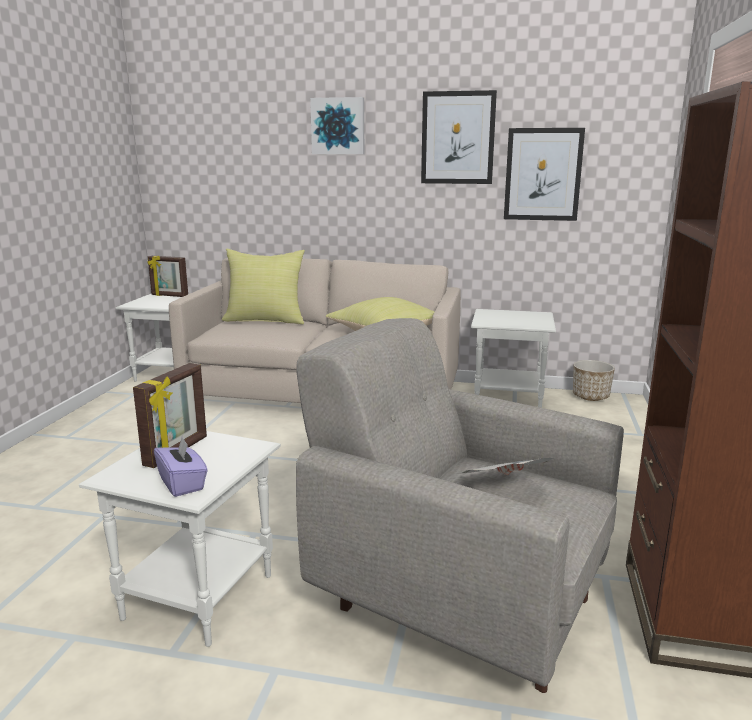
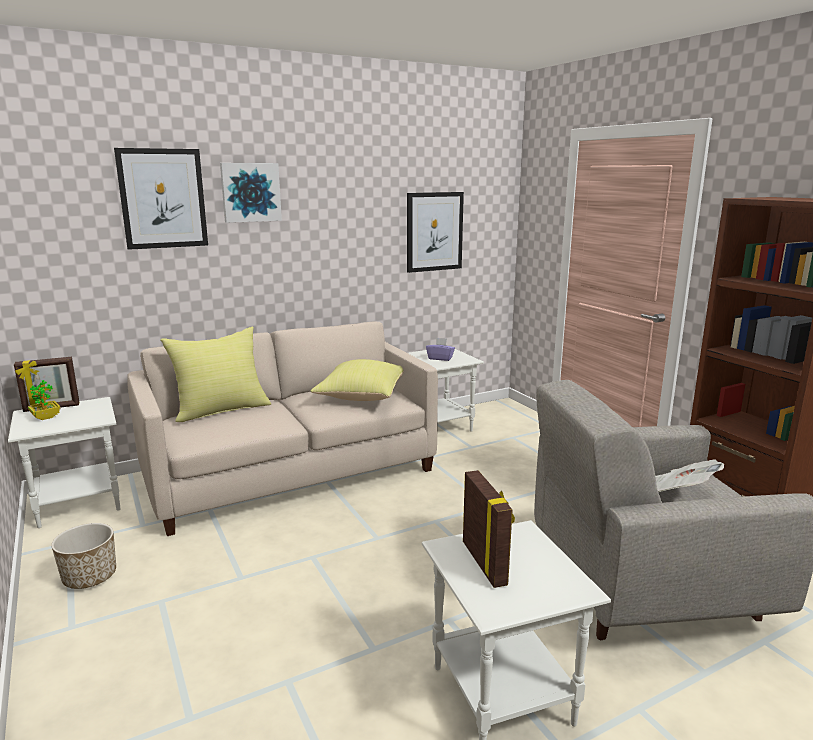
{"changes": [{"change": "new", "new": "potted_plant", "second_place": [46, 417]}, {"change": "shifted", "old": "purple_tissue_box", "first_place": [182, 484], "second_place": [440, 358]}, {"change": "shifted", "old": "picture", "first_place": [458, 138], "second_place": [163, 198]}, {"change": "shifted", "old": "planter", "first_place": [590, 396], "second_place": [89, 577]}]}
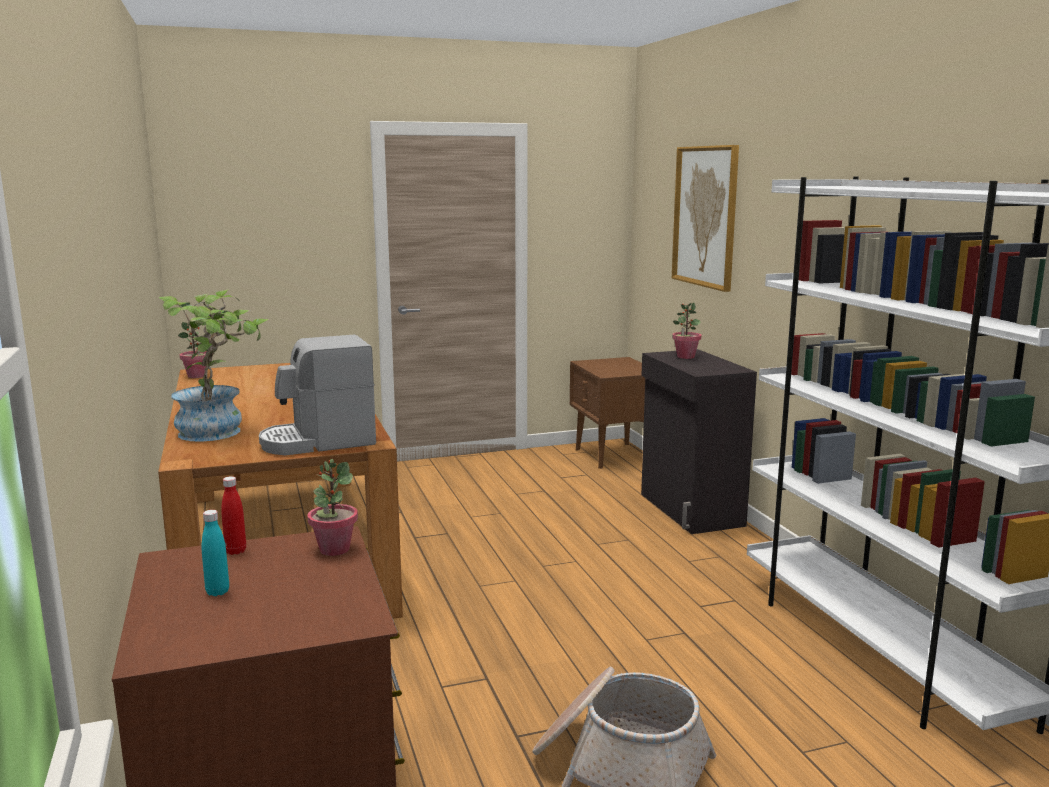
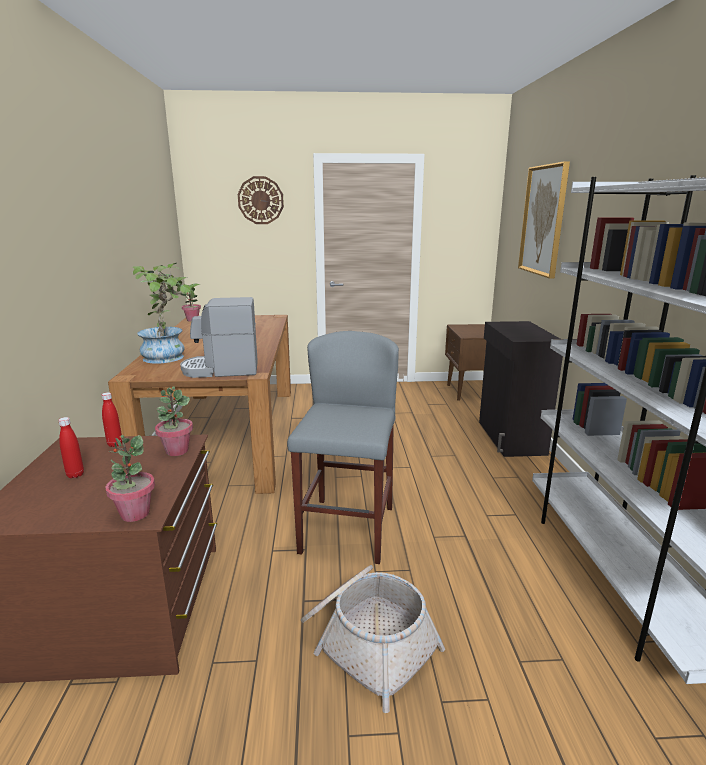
{"changes": [{"change": "new", "new": "wall_clock", "second_place": [260, 200]}, {"change": "new", "new": "grey_stool", "second_place": [347, 529]}, {"change": "shifted", "old": "potted_plant", "first_place": [685, 357], "second_place": [135, 514]}, {"change": "repainted", "old": "turquoise_bottle", "new": "red_bottle", "first_place": [217, 592], "second_place": [75, 475]}]}
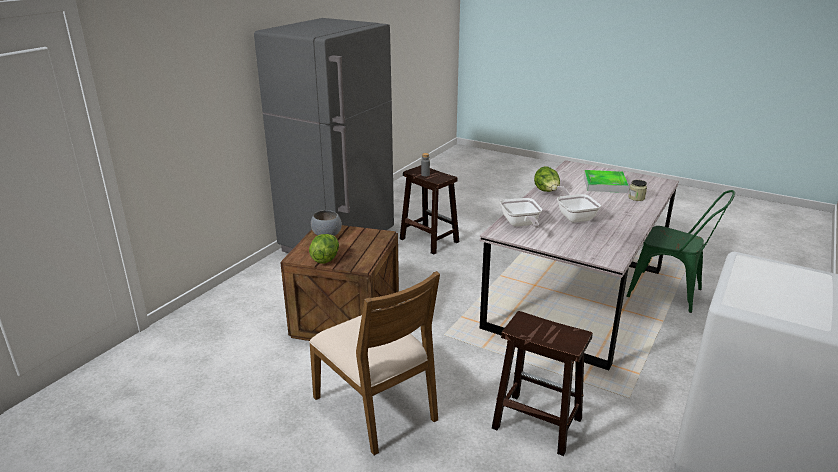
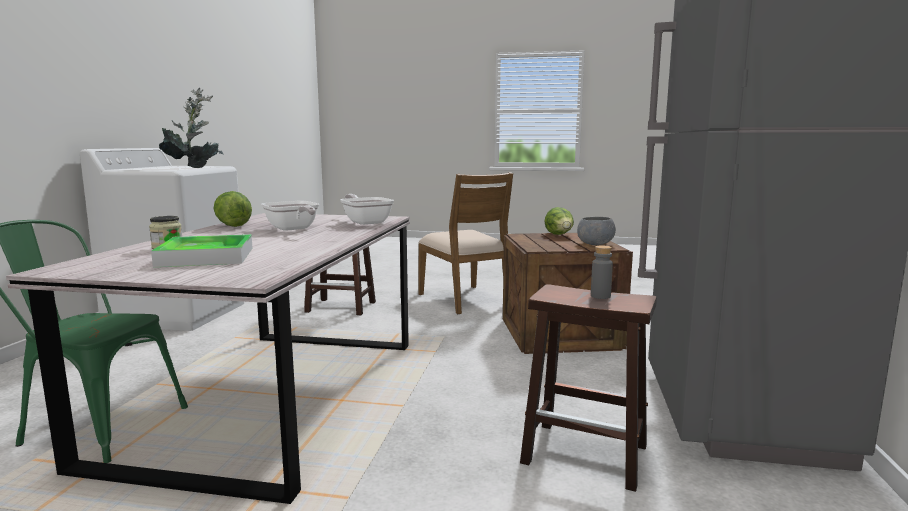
{"changes": [{"change": "new", "new": "potted_plant", "second_place": [195, 167]}, {"change": "shifted", "old": "lettuce", "first_place": [547, 191], "second_place": [233, 225]}, {"change": "rotated", "old": "brown_chair", "first_place": [377, 408], "second_place": [465, 299], "degrees": -150}]}
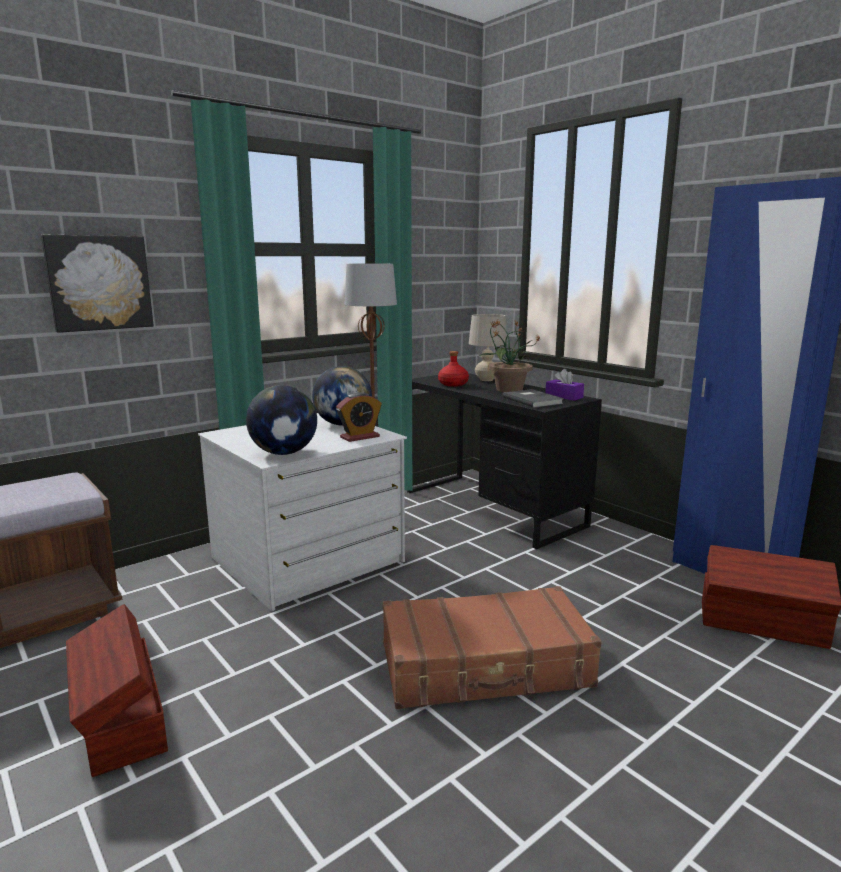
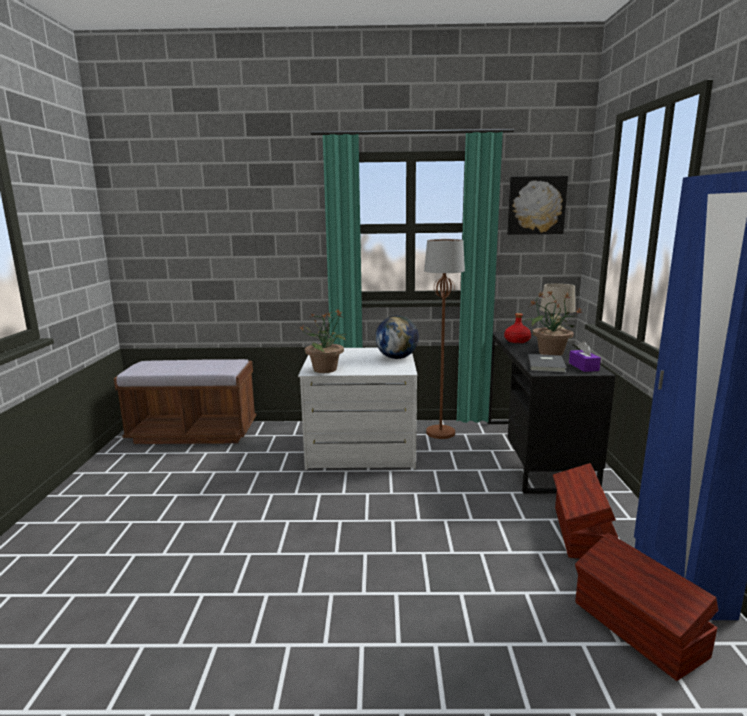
{"changes": [{"change": "gone", "old": "alarm_clock", "first_place": [359, 437]}, {"change": "gone", "old": "brown_suitcase", "first_place": [485, 666]}, {"change": "shifted", "old": "picture", "first_place": [99, 283], "second_place": [536, 205]}, {"change": "shifted", "old": "brown_storage_box", "first_place": [120, 720], "second_place": [580, 533]}, {"change": "swapped", "old": "globe", "new": "potted_plant", "first_place": [284, 453], "second_place": [326, 369]}]}
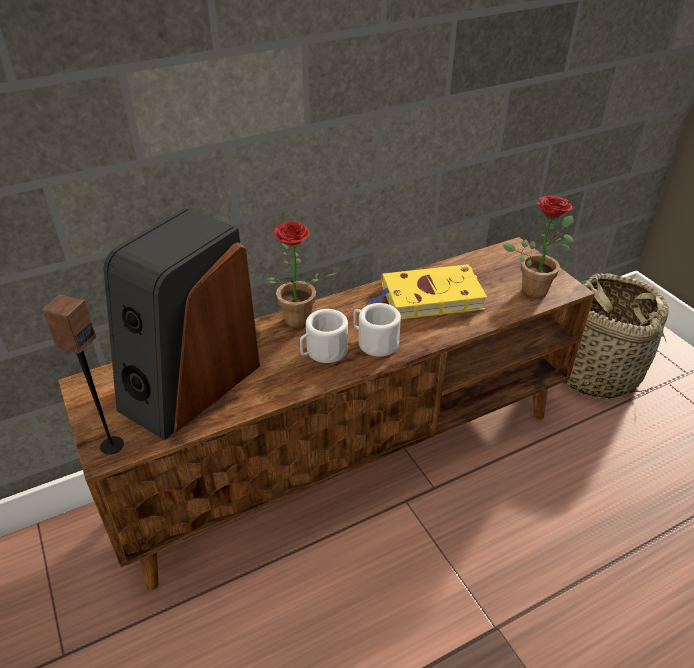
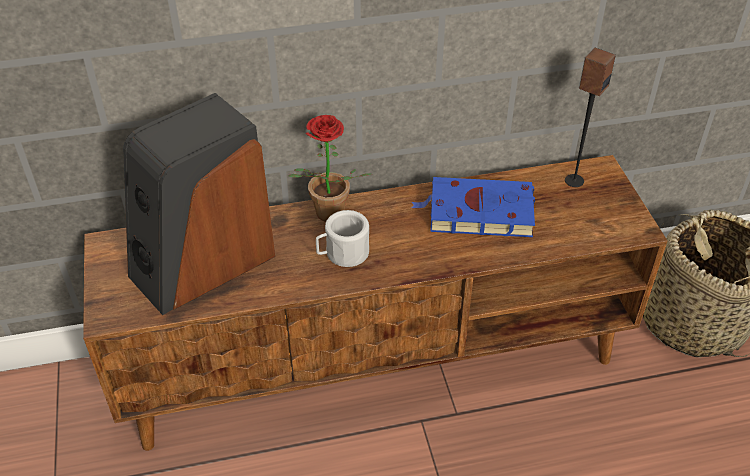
{"changes": [{"change": "gone", "old": "white_mug", "first_place": [374, 342]}, {"change": "gone", "old": "potted_plant", "first_place": [535, 288]}, {"change": "shifted", "old": "speaker", "first_place": [111, 445], "second_place": [573, 180]}, {"change": "repainted", "old": "yellow_book", "new": "blue_book", "first_place": [429, 298], "second_place": [477, 212]}]}
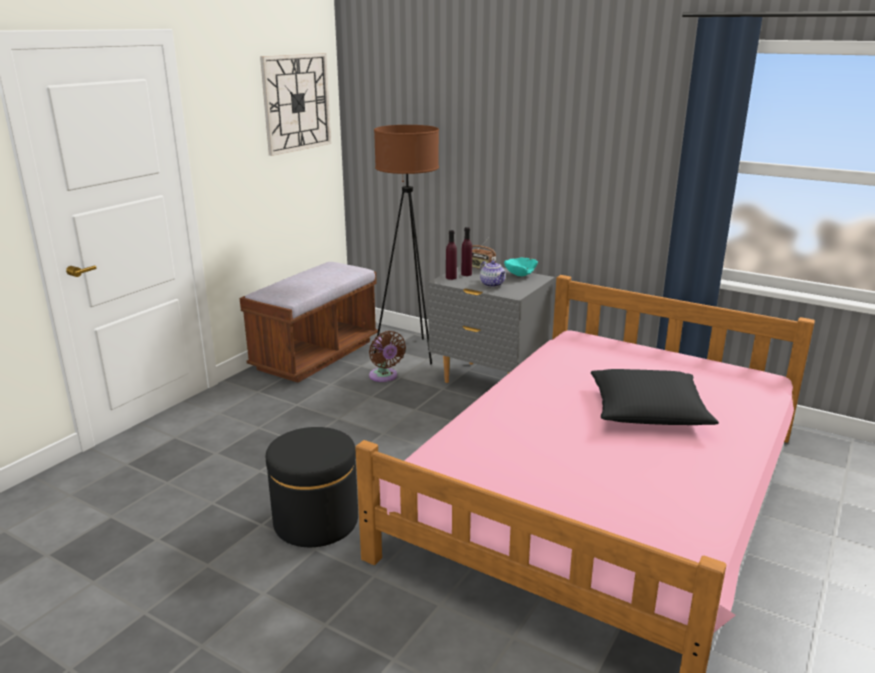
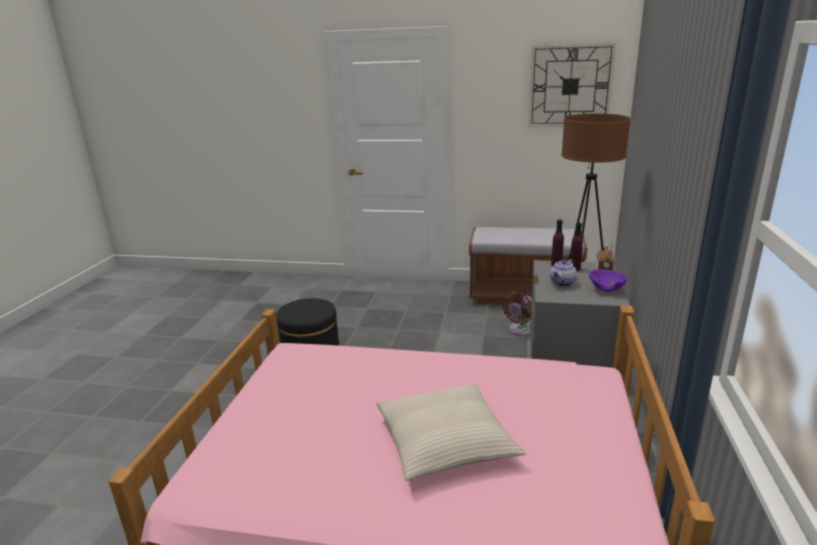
{"changes": [{"change": "repainted", "old": "turquoise_bowl", "new": "purple_bowl", "first_place": [519, 275], "second_place": [607, 289]}, {"change": "repainted", "old": "black_pillow", "new": "beige_pillow", "first_place": [647, 410], "second_place": [445, 441]}]}
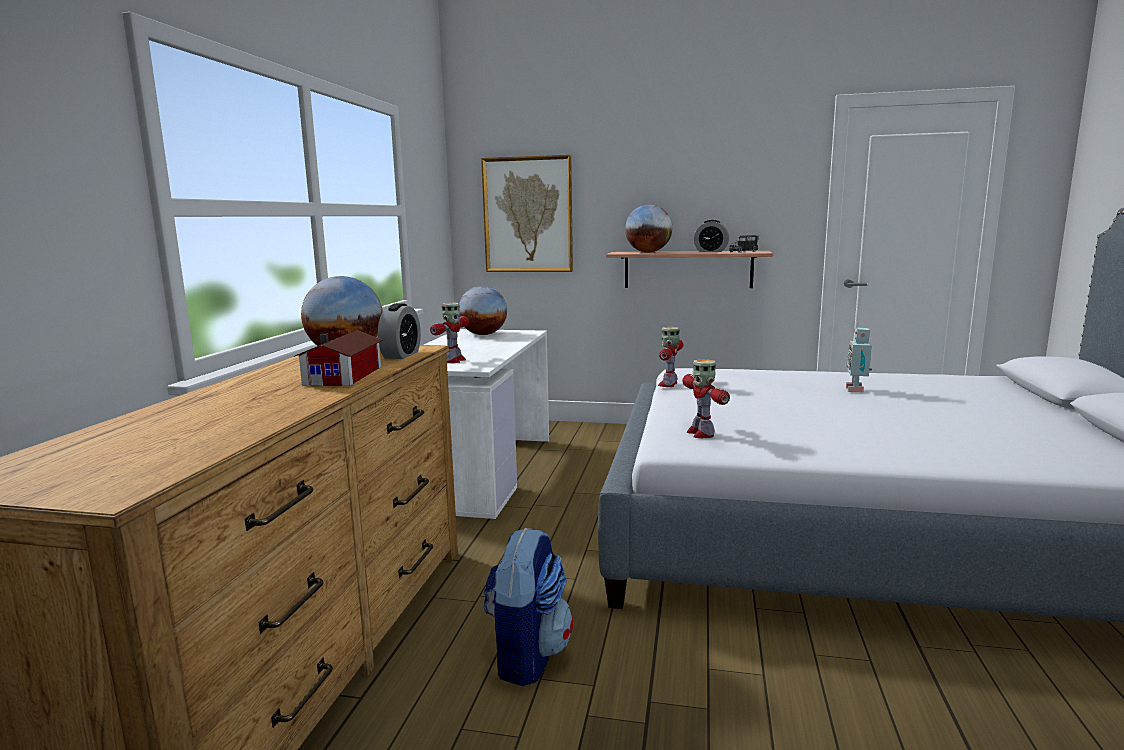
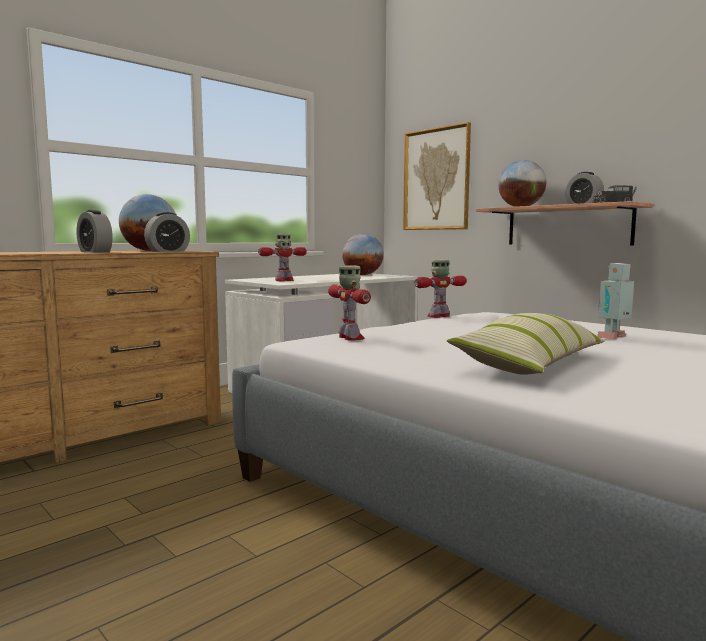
{"changes": [{"change": "gone", "old": "backpack", "first_place": [527, 655]}, {"change": "new", "new": "pillow", "second_place": [530, 363]}, {"change": "swapped", "old": "toy_house", "new": "alarm_clock", "first_place": [346, 375], "second_place": [95, 252]}, {"change": "rotated", "old": "toy_robot", "first_place": [701, 433], "second_place": [350, 338], "degrees": 135}]}
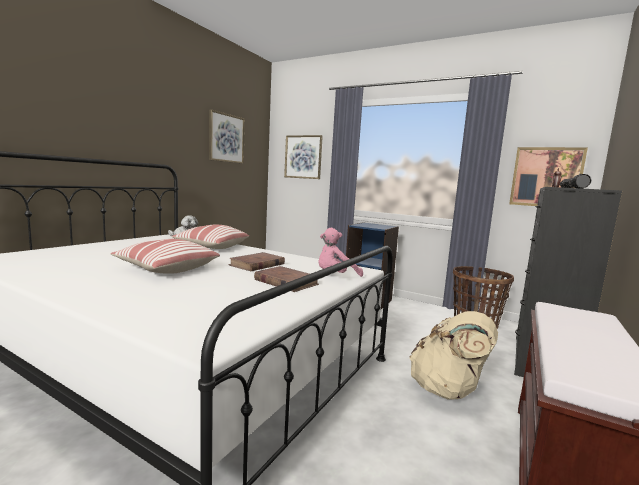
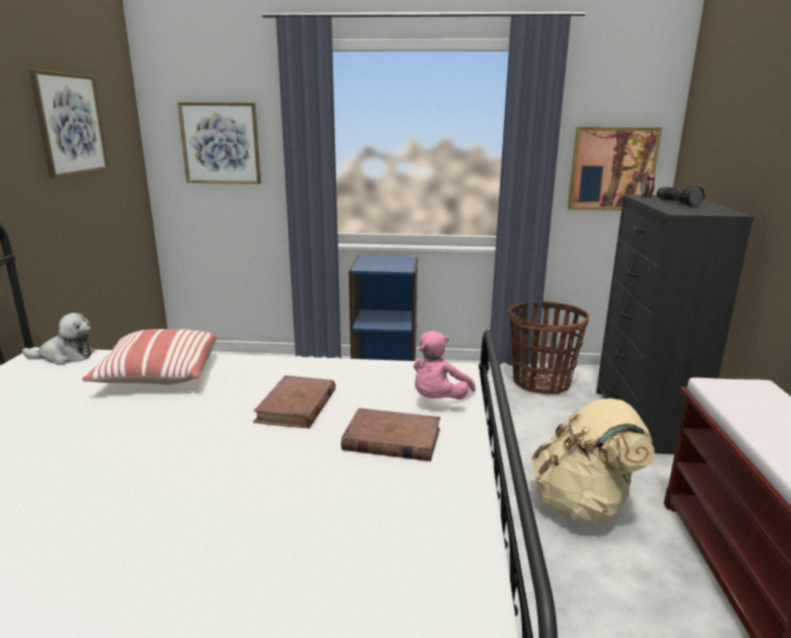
{"changes": [{"change": "gone", "old": "pillow", "first_place": [166, 269]}]}
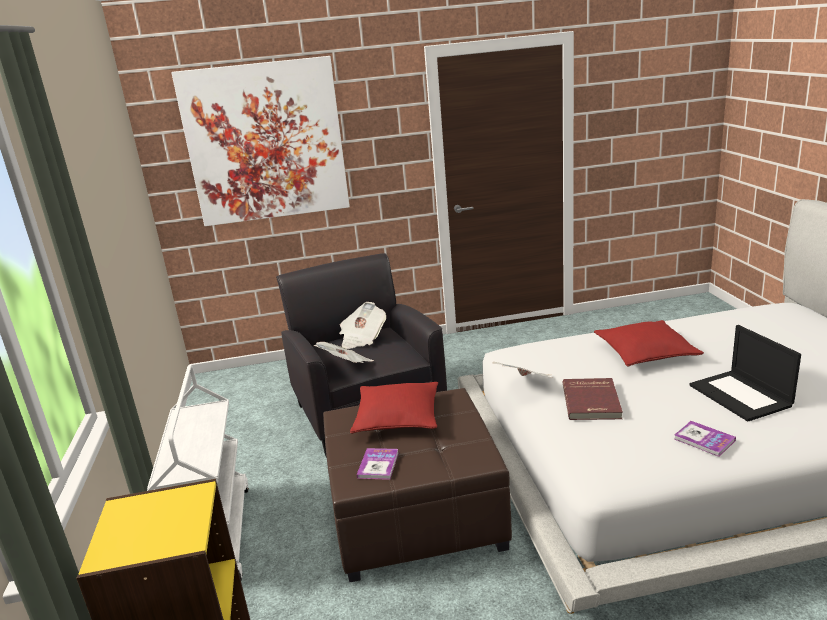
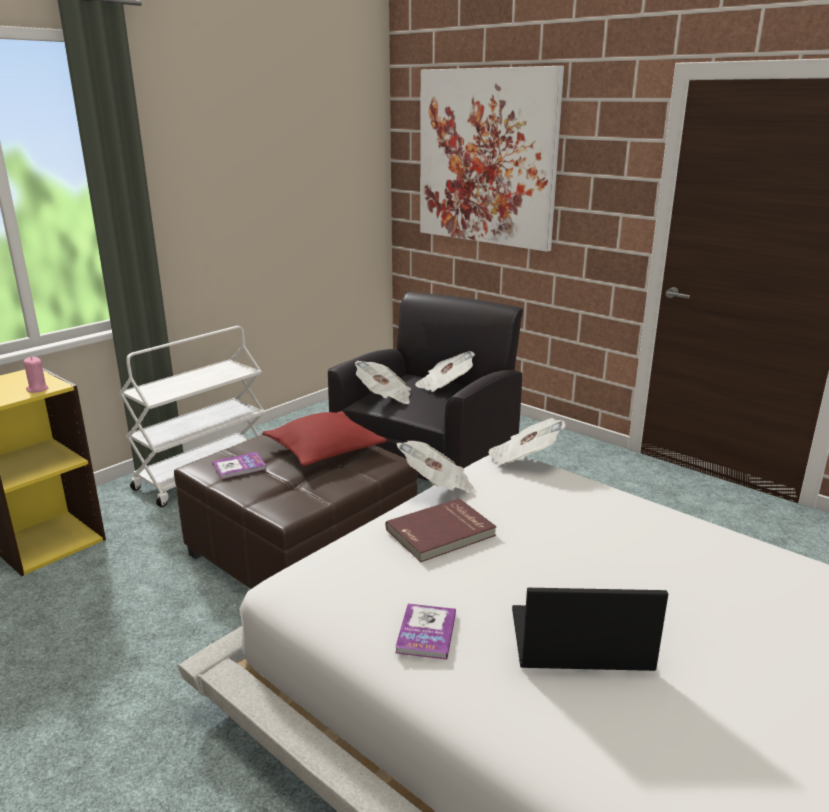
{"changes": [{"change": "gone", "old": "red_pillow", "first_place": [645, 353]}, {"change": "new", "new": "pink_candle", "second_place": [37, 389]}, {"change": "new", "new": "newspaper", "second_place": [523, 459]}, {"change": "rotated", "old": "laptop", "first_place": [741, 396], "second_place": [578, 641], "degrees": 60}]}
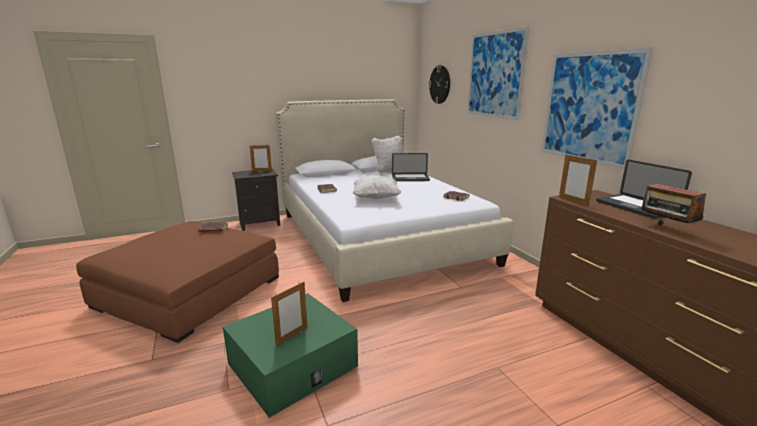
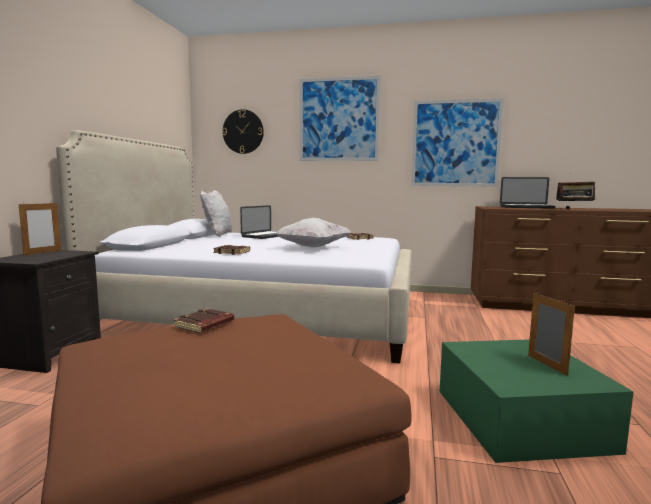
{"changes": [{"change": "gone", "old": "picture_frame", "first_place": [573, 201]}]}
